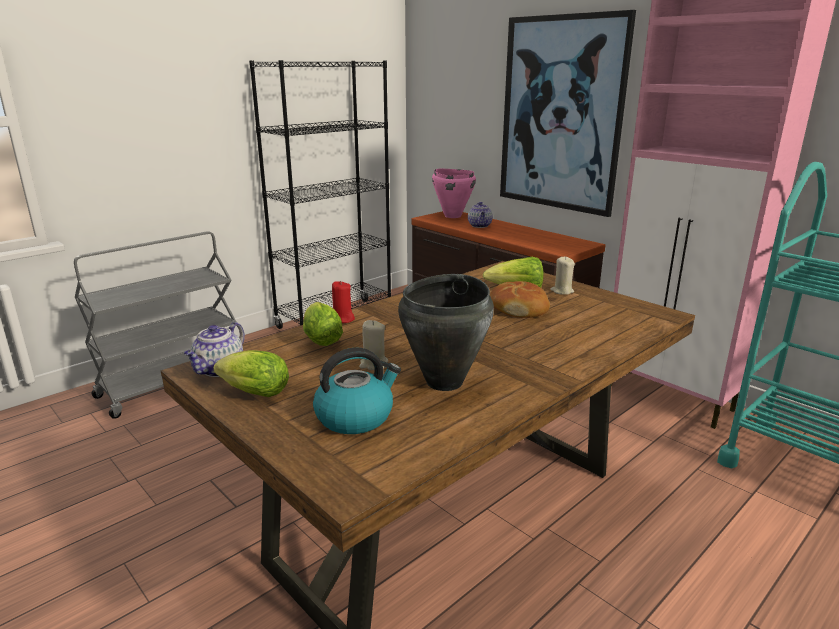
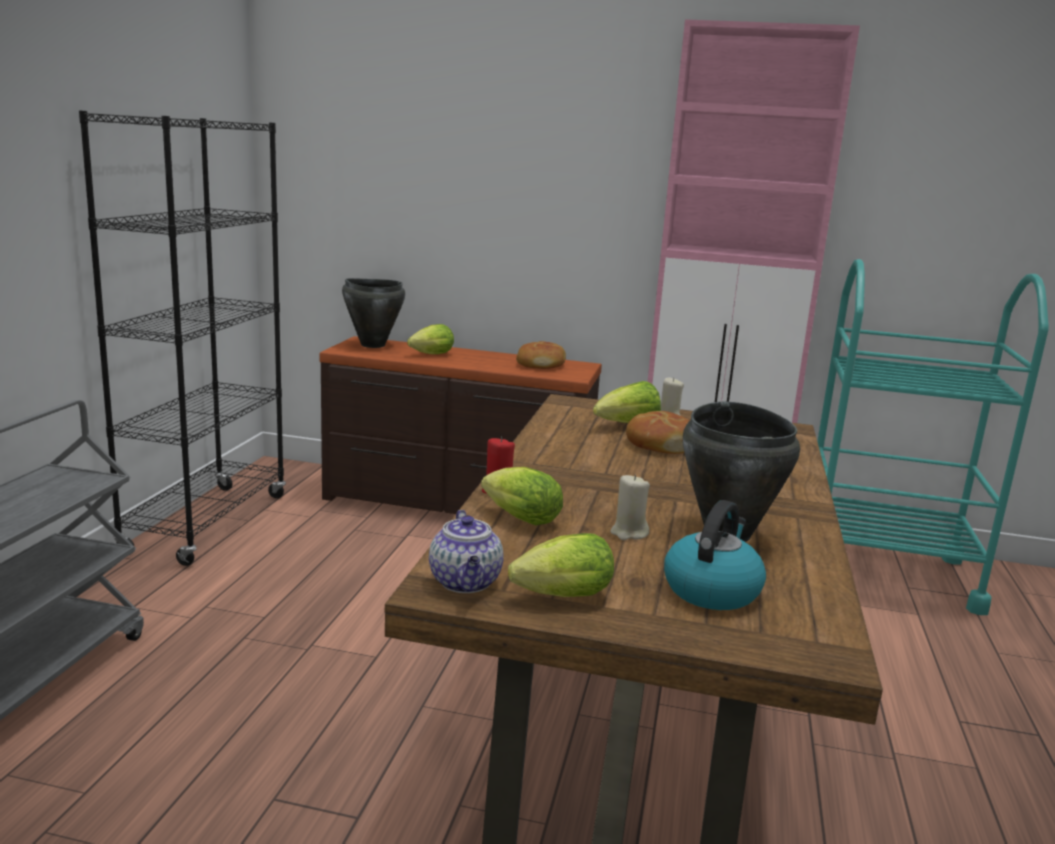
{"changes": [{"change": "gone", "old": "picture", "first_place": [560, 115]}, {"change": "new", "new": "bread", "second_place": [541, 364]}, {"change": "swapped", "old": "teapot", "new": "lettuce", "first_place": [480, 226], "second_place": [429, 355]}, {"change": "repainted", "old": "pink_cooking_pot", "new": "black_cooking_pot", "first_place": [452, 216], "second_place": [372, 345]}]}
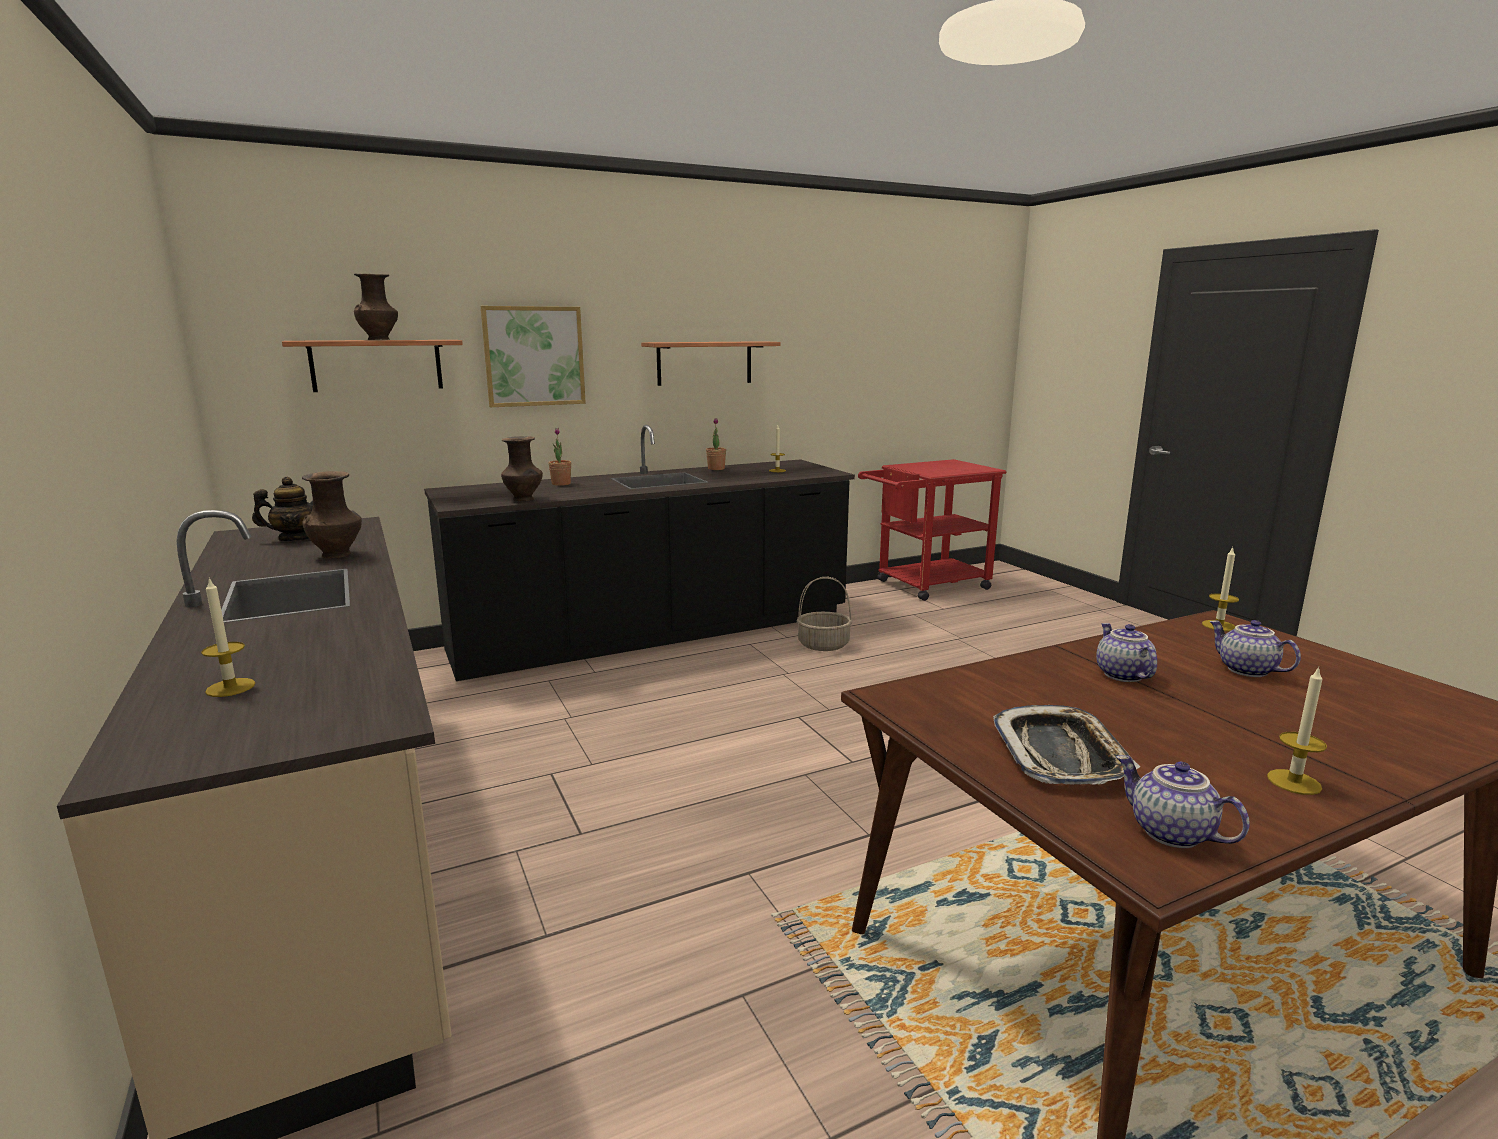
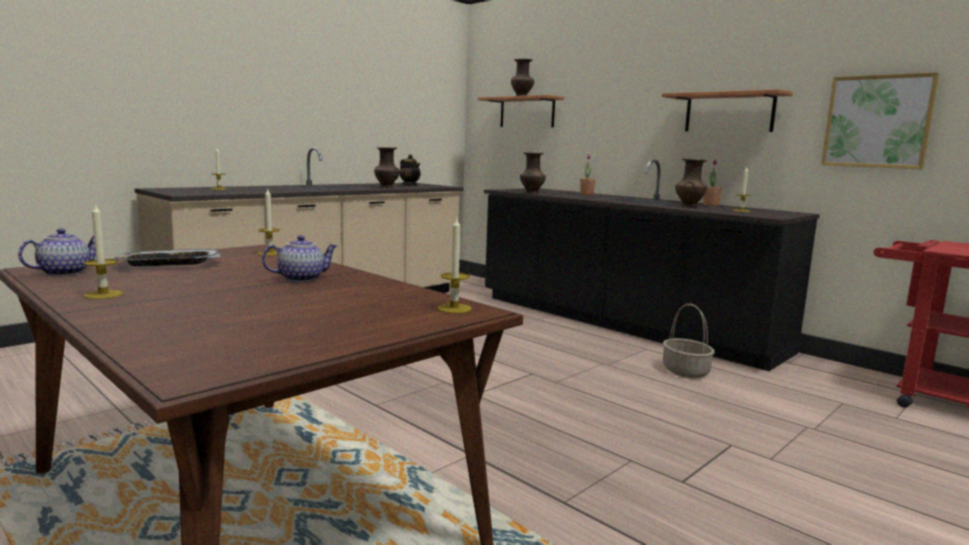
{"changes": [{"change": "gone", "old": "teapot", "first_place": [1245, 670]}, {"change": "new", "new": "candle", "second_place": [269, 253]}, {"change": "new", "new": "brown_vase", "second_place": [689, 206]}, {"change": "shifted", "old": "picture", "first_place": [534, 356], "second_place": [877, 121]}]}
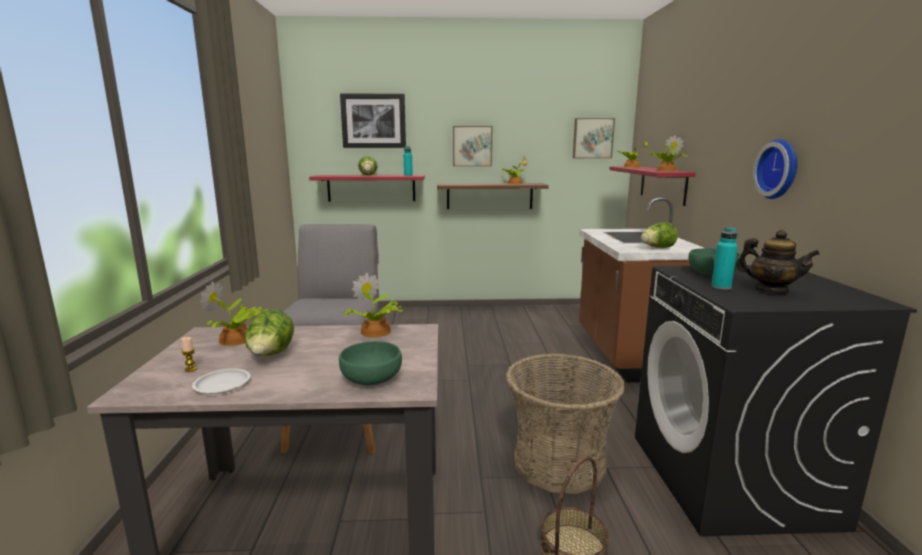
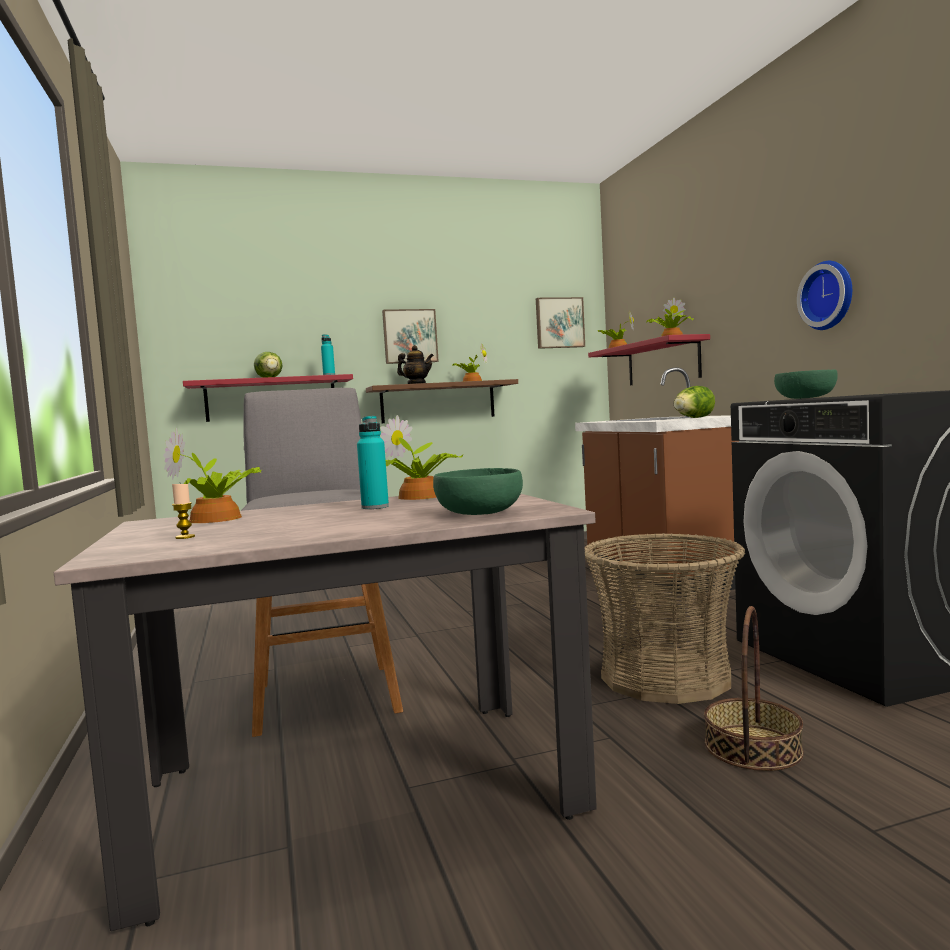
{"changes": [{"change": "gone", "old": "white_plate", "first_place": [222, 384]}, {"change": "gone", "old": "lettuce", "first_place": [271, 356]}, {"change": "gone", "old": "picture", "first_place": [373, 121]}, {"change": "shifted", "old": "turquoise_bottle", "first_place": [721, 287], "second_place": [375, 507]}, {"change": "shifted", "old": "teapot", "first_place": [771, 290], "second_place": [416, 384]}]}
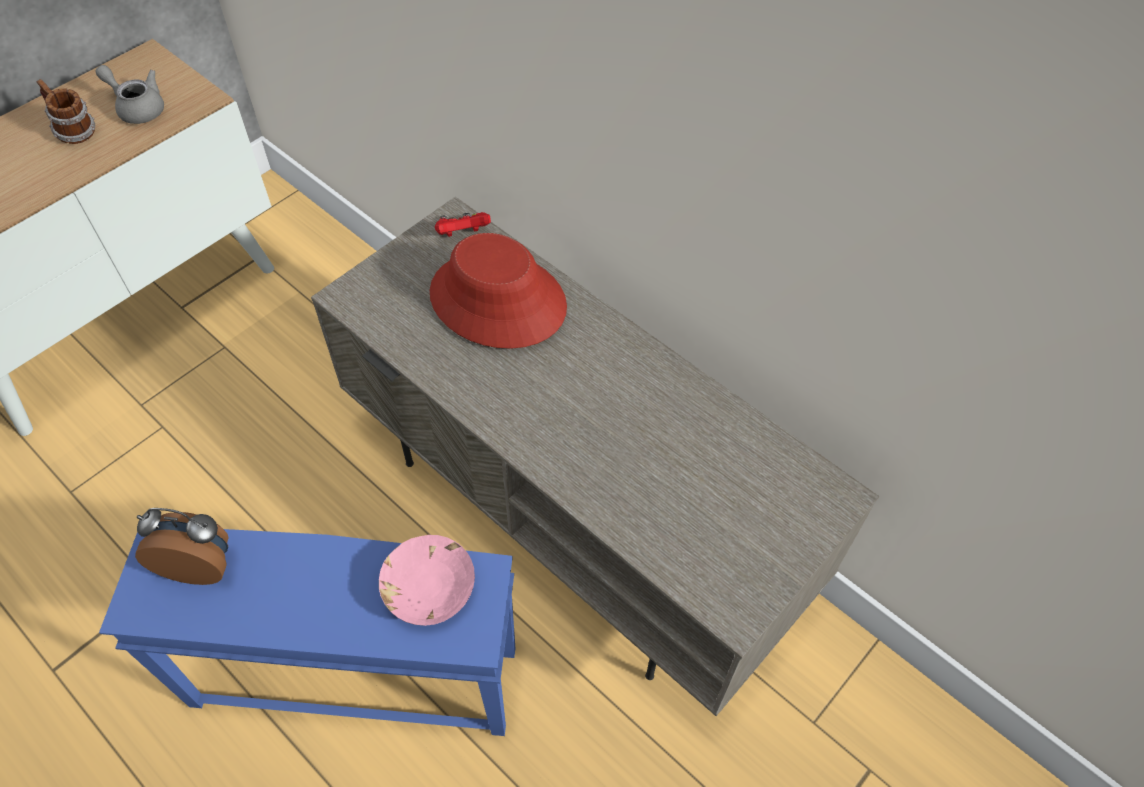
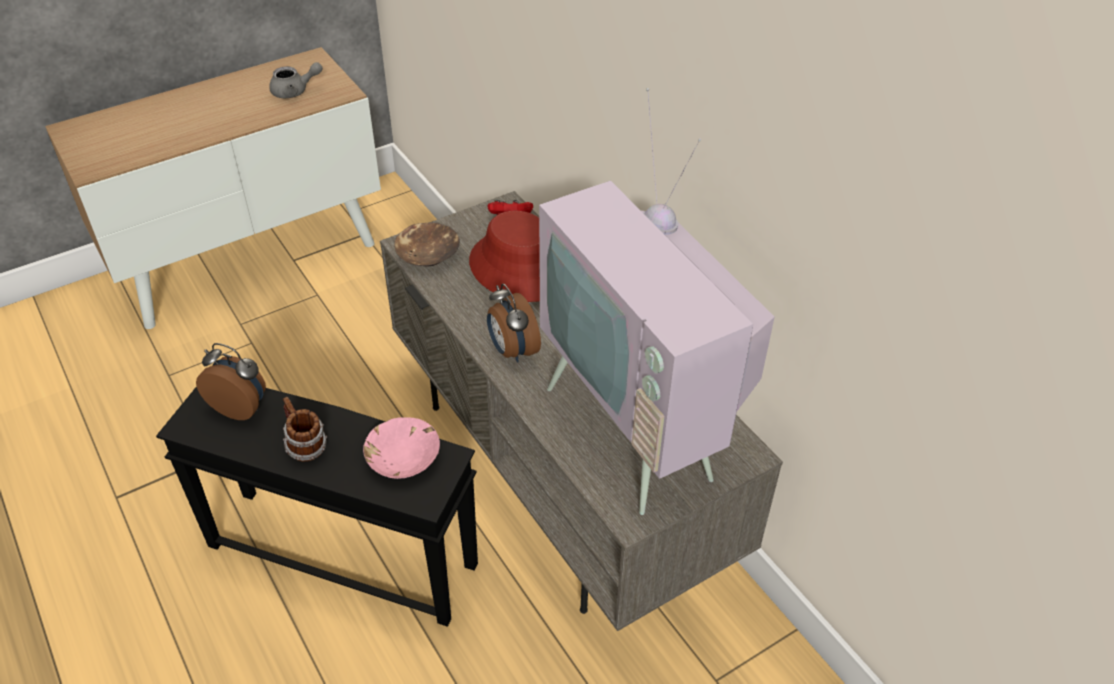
{"changes": [{"change": "new", "new": "brown_bowl", "second_place": [428, 254]}, {"change": "new", "new": "alarm_clock", "second_place": [512, 350]}, {"change": "new", "new": "television", "second_place": [642, 427]}, {"change": "shifted", "old": "mug", "first_place": [74, 132], "second_place": [305, 446]}, {"change": "repainted", "old": "blue_side_table", "new": "black_side_table", "first_place": [356, 674], "second_place": [343, 553]}, {"change": "rotated", "old": "grey_teapot", "first_place": [138, 108], "second_place": [295, 91], "degrees": 120}]}
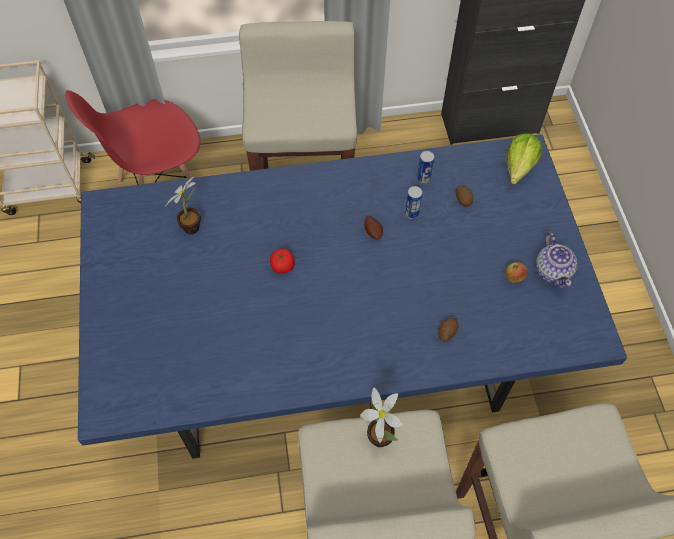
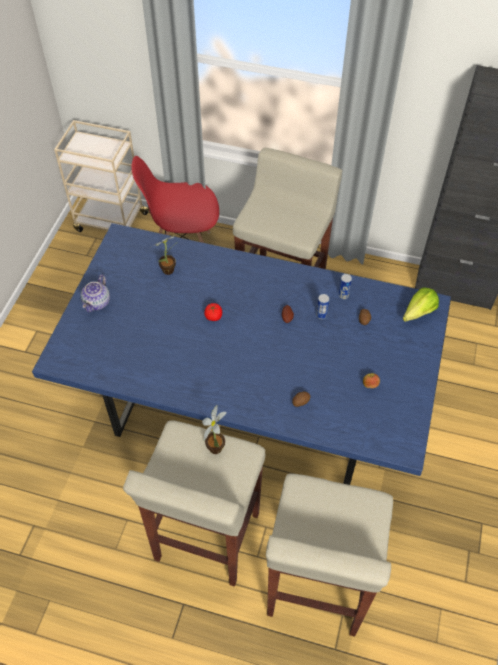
{"changes": [{"change": "shifted", "old": "teapot", "first_place": [553, 271], "second_place": [97, 302]}]}
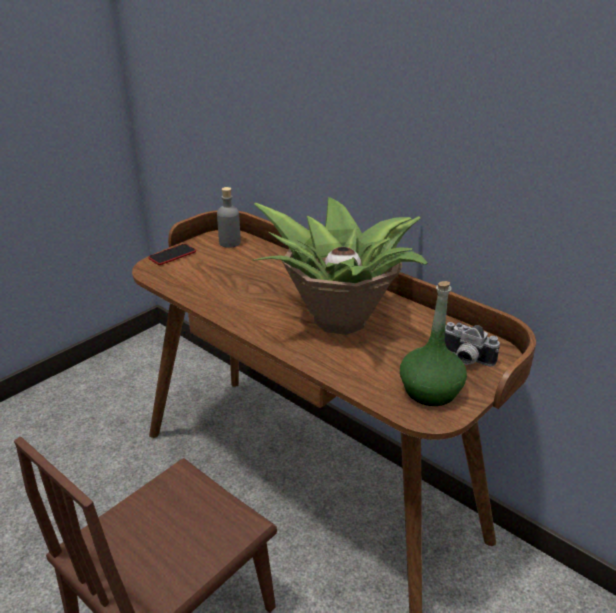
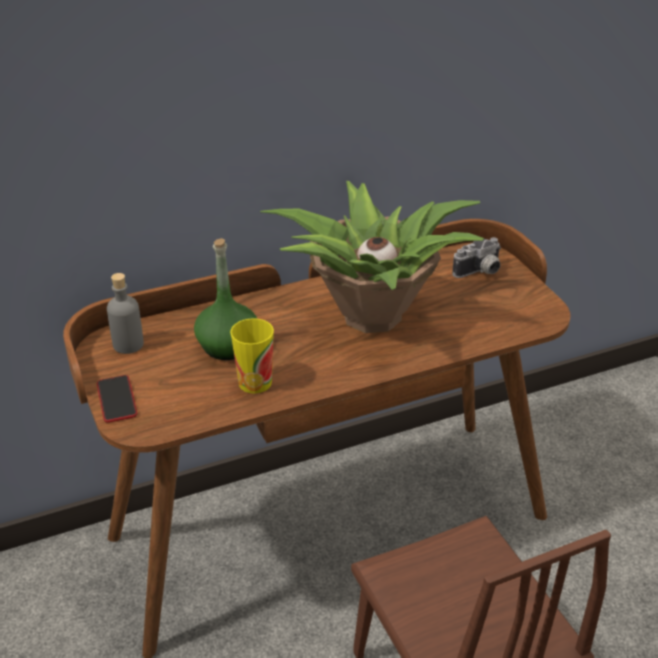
{"changes": [{"change": "new", "new": "cup", "second_place": [255, 382]}, {"change": "shifted", "old": "green_bottle", "first_place": [430, 391], "second_place": [228, 346]}]}
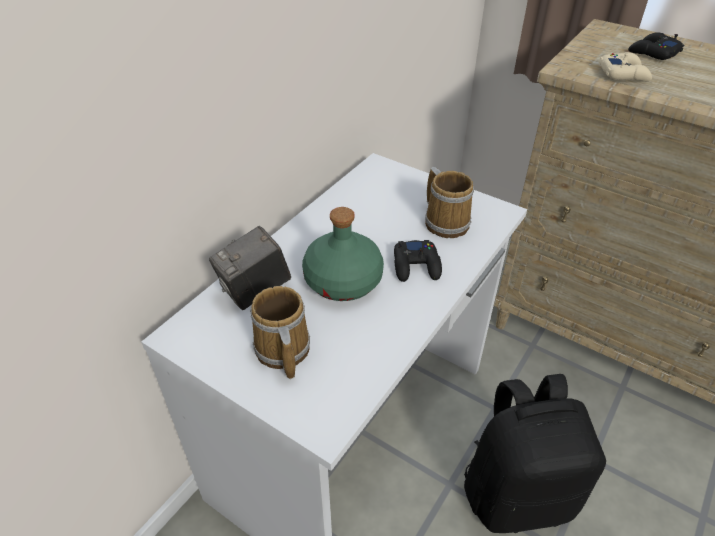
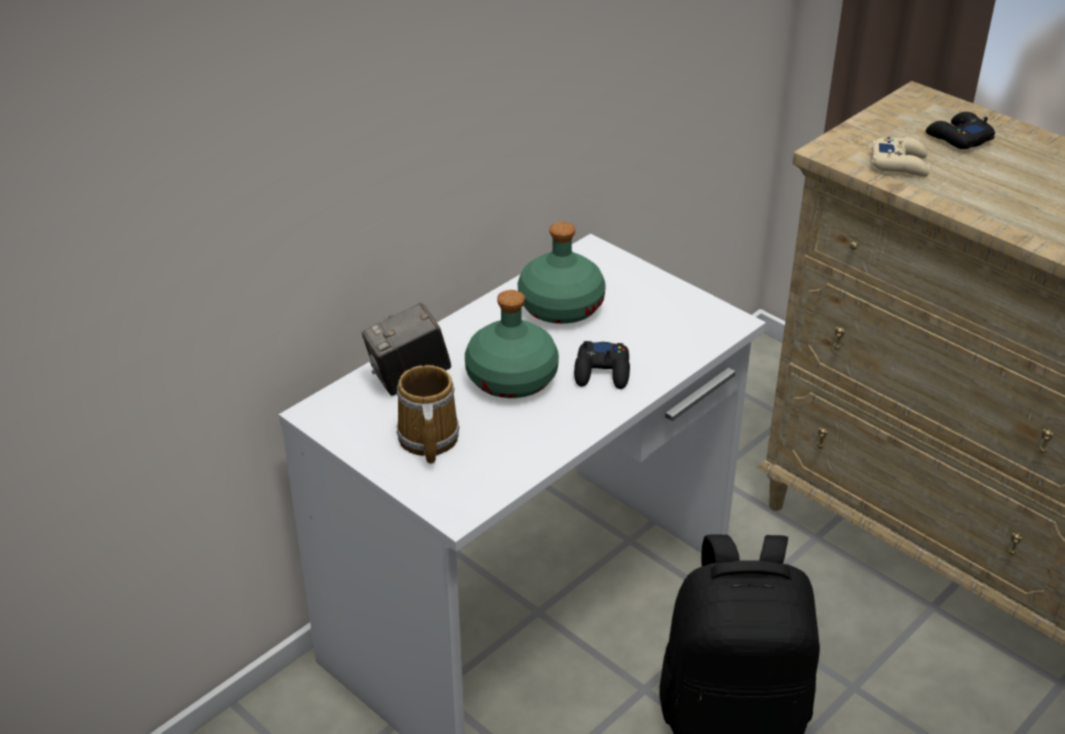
{"changes": [{"change": "gone", "old": "mug", "first_place": [446, 221]}, {"change": "new", "new": "green_bottle", "second_place": [560, 306]}]}
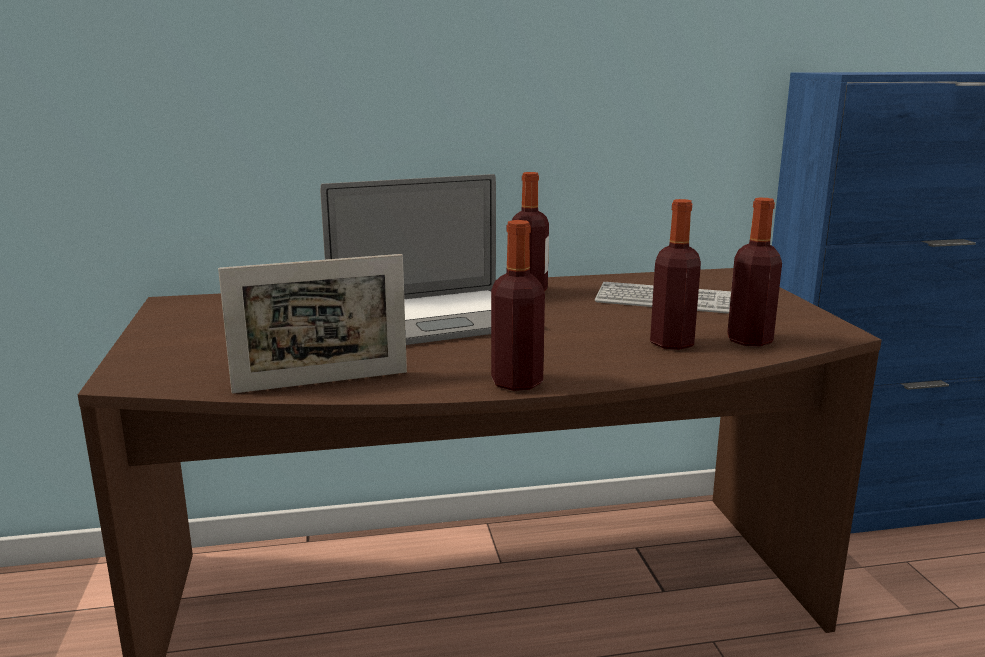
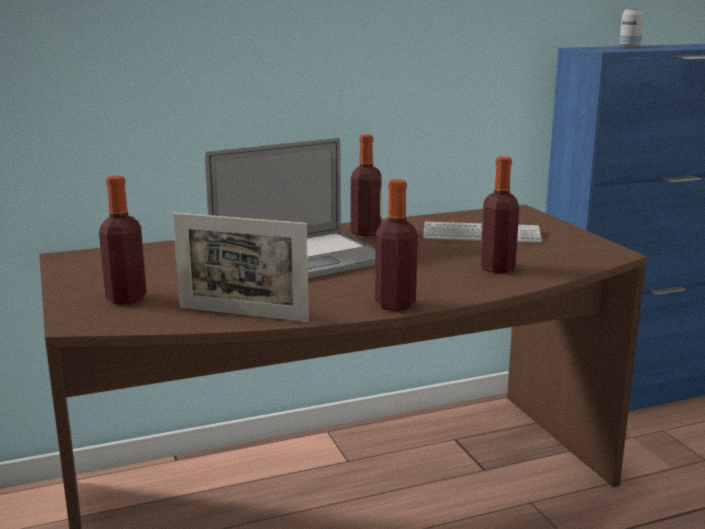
{"changes": [{"change": "new", "new": "can", "second_place": [629, 46]}, {"change": "shifted", "old": "bottle", "first_place": [749, 340], "second_place": [126, 298]}, {"change": "rotated", "old": "picture_frame", "first_place": [321, 382], "second_place": [242, 314], "degrees": 45}]}
